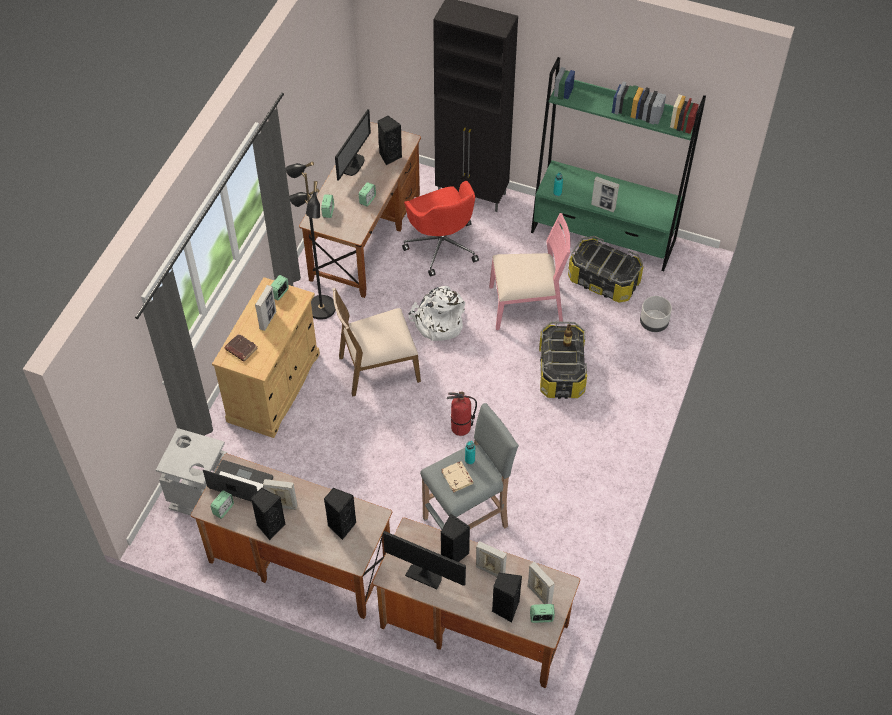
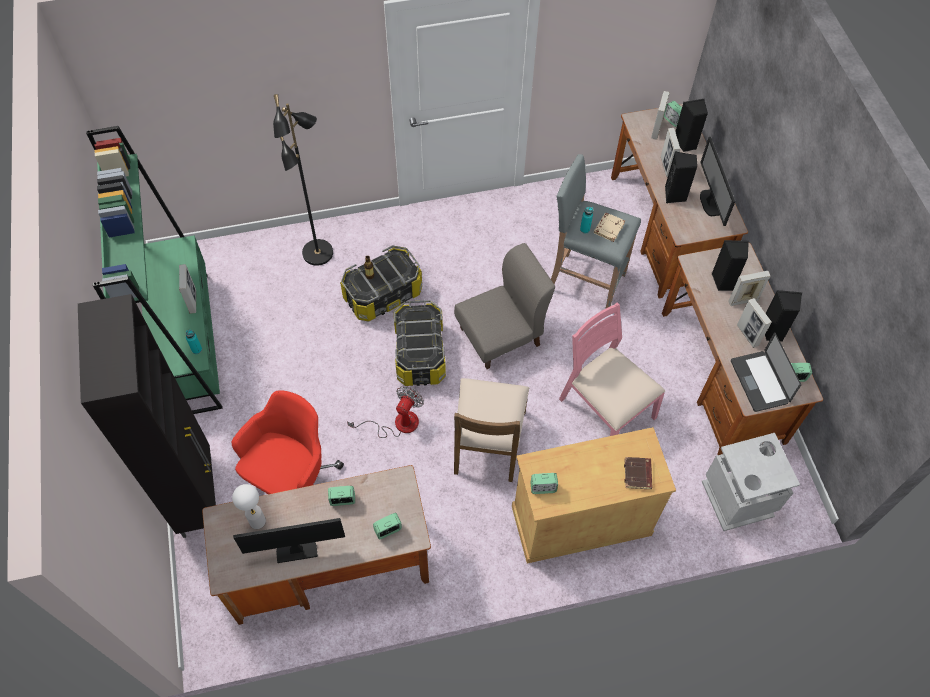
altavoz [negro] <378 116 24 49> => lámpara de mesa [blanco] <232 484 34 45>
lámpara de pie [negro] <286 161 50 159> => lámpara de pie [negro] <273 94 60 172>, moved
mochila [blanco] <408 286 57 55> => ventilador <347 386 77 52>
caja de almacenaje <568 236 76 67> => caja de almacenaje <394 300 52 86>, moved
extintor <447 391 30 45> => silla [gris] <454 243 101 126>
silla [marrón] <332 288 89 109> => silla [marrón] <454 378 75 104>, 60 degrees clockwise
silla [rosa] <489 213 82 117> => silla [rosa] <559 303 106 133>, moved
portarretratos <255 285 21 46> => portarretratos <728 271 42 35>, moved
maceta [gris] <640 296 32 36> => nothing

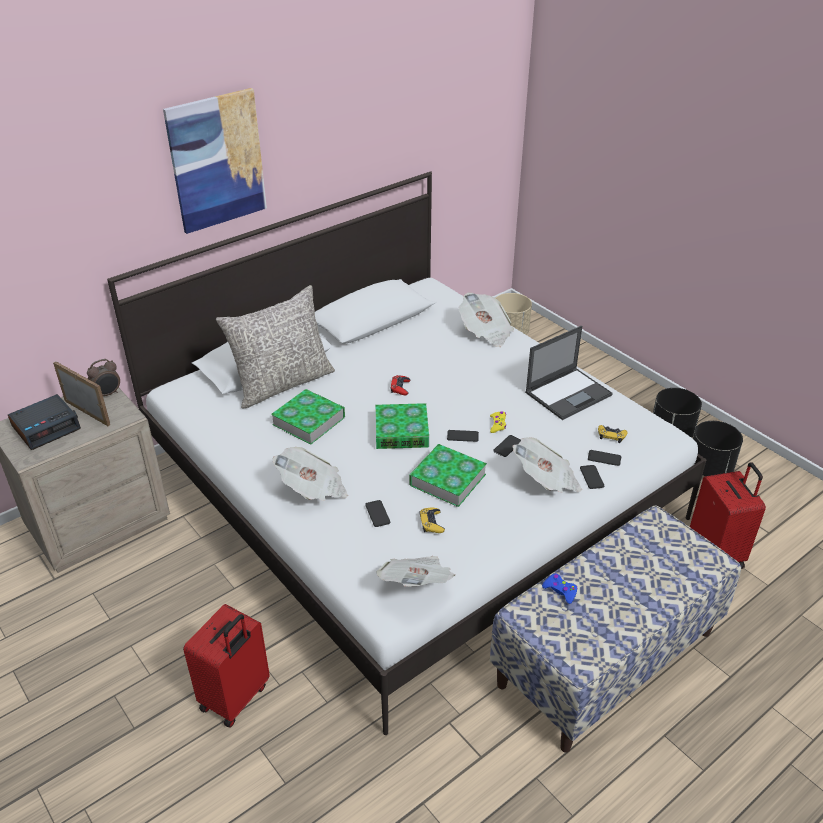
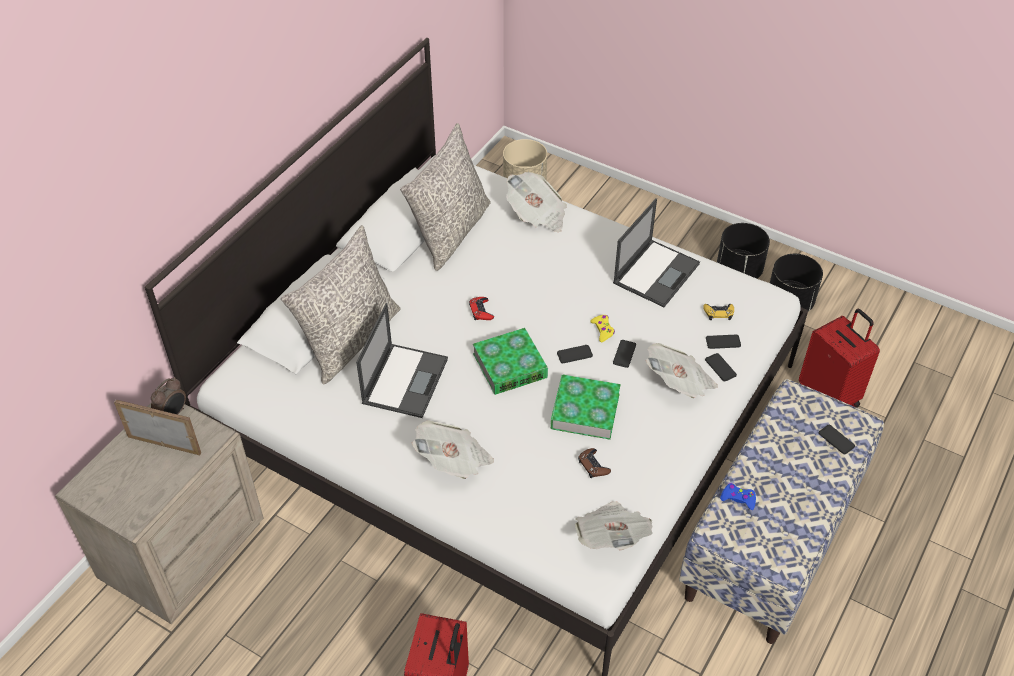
libro <271 389 74 56> => portátil <356 303 92 115>
nothing => cojín [gris] <400 123 91 148>
mando de consola [amarillo] <420 507 25 26> => mando de consola [marrón] <578 448 33 30>
móvil <365 500 25 27> => móvil <819 425 36 29>, moved
despertador <8 394 73 56> => nothing
cuadro <163 88 104 146> => nothing

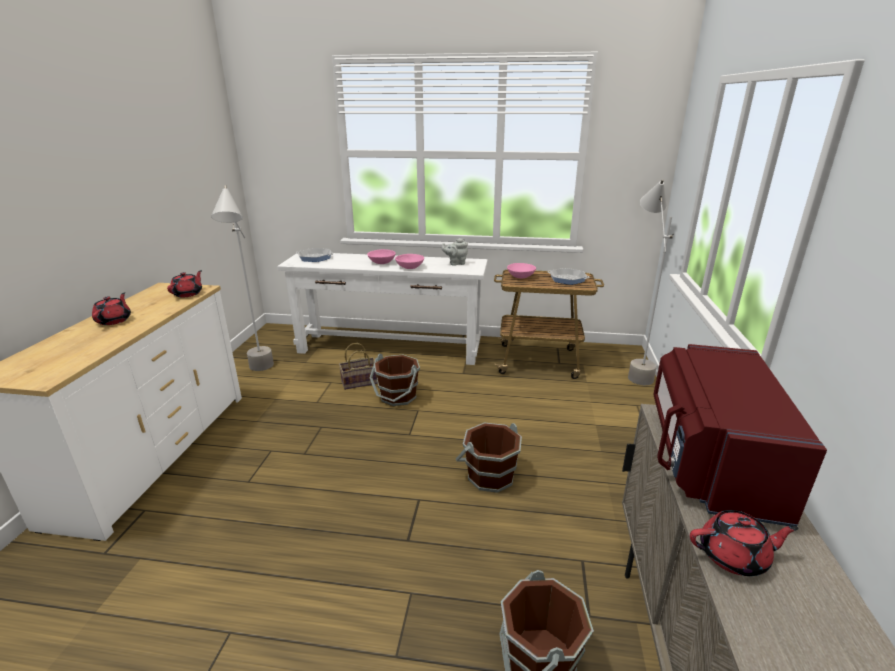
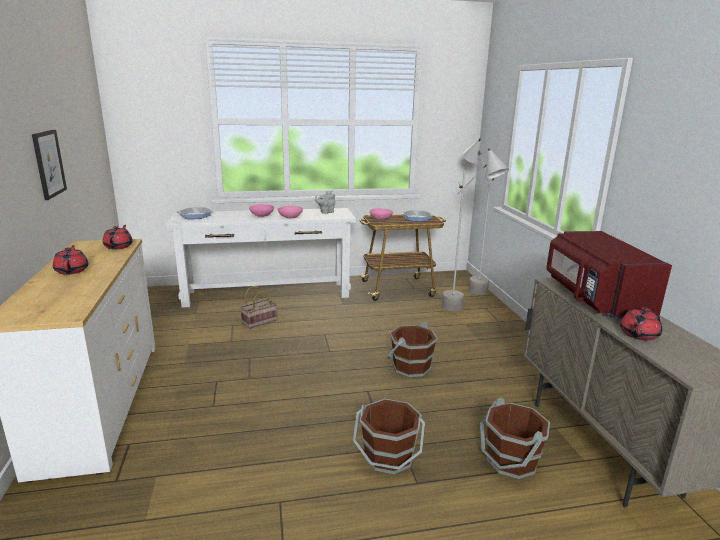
nothing => cuadro <32 130 35 70>
cubo [marrón] <370 354 50 52> => cubo [marrón] <353 399 72 75>, moved
lámpara de pie [gris] <211 185 63 186> => lámpara de pie [gris] <442 148 67 163>, moved
tetera [rojo] <690 510 109 66> => tetera [rojo] <620 307 42 34>, 150 degrees clockwise

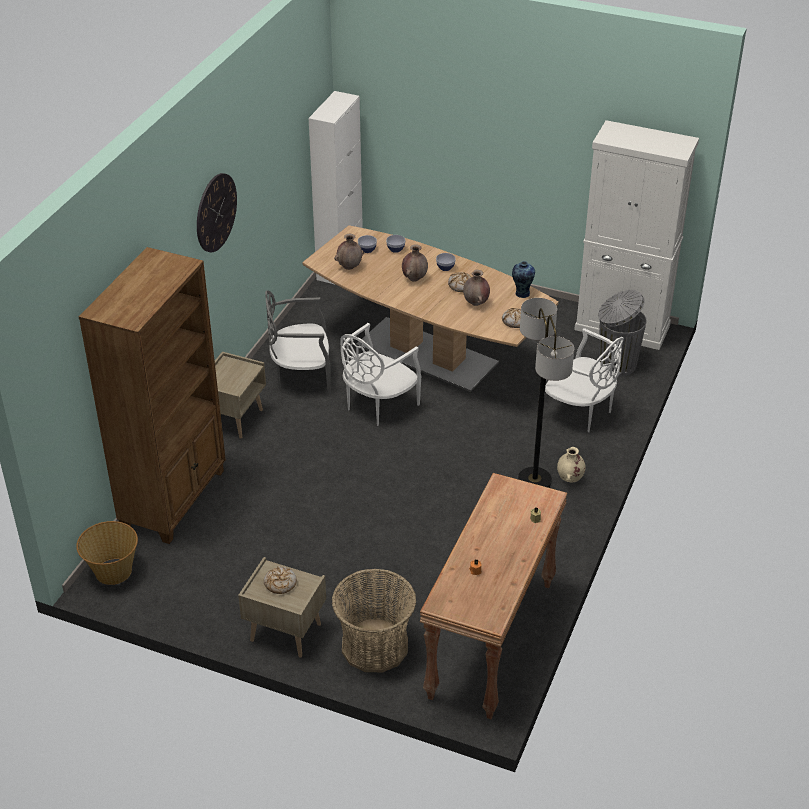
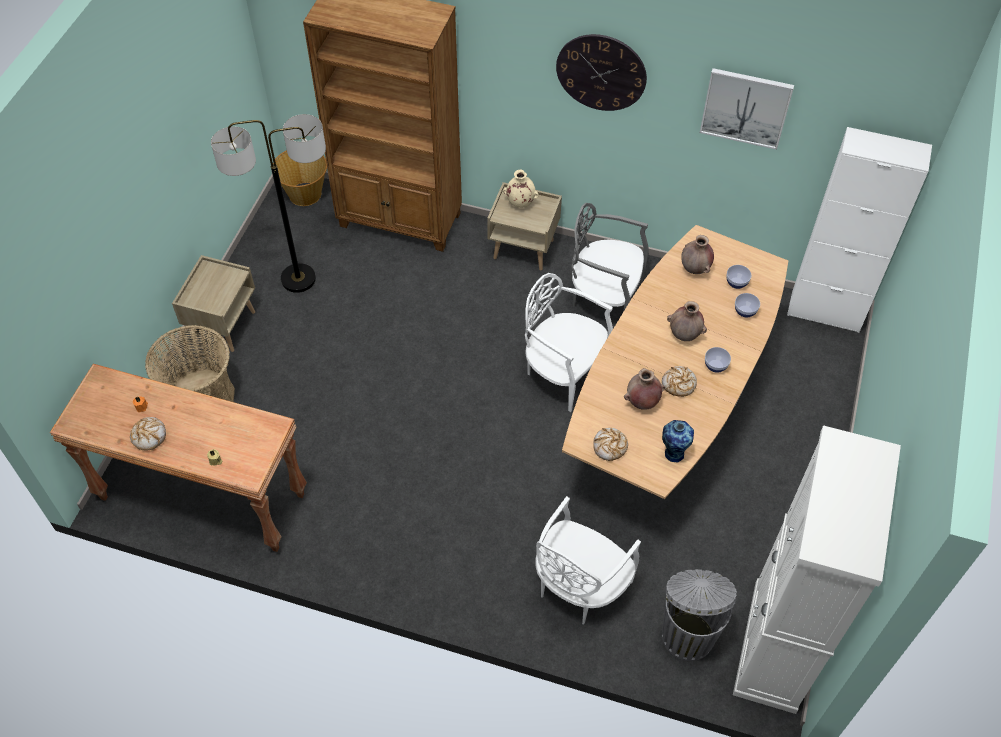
pan <264 566 33 28> => pan <130 417 36 33>, moved
lámpara de pie <518 298 56 190> => lámpara de pie <211 114 115 179>, moved
florero [beis] <557 447 29 35> => florero [beis] <503 169 35 39>, moved
silla [gris] <265 290 66 104> => silla [gris] <571 203 78 109>, 60 degrees counterclockwise
nothing => cuadro <700 68 94 82>

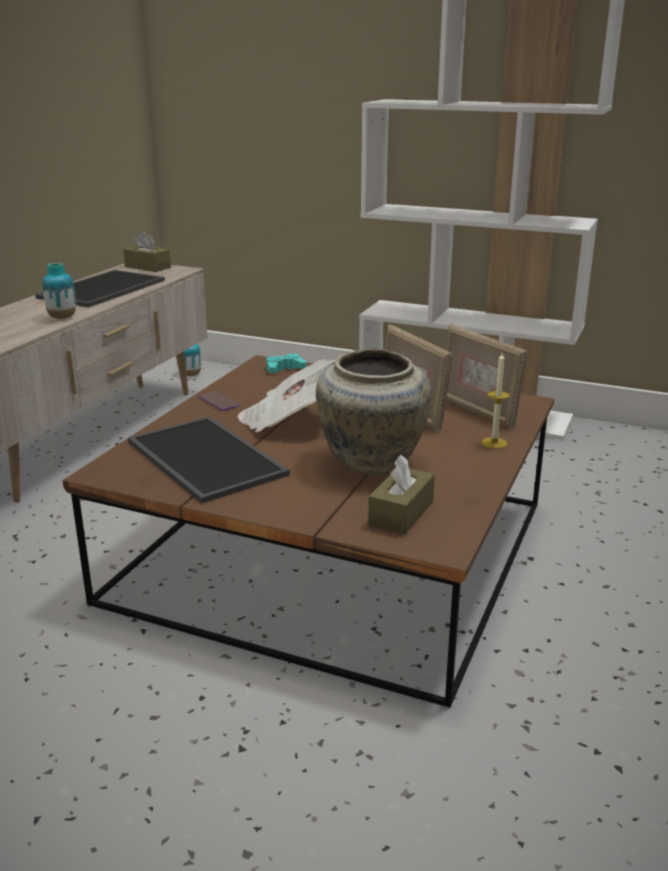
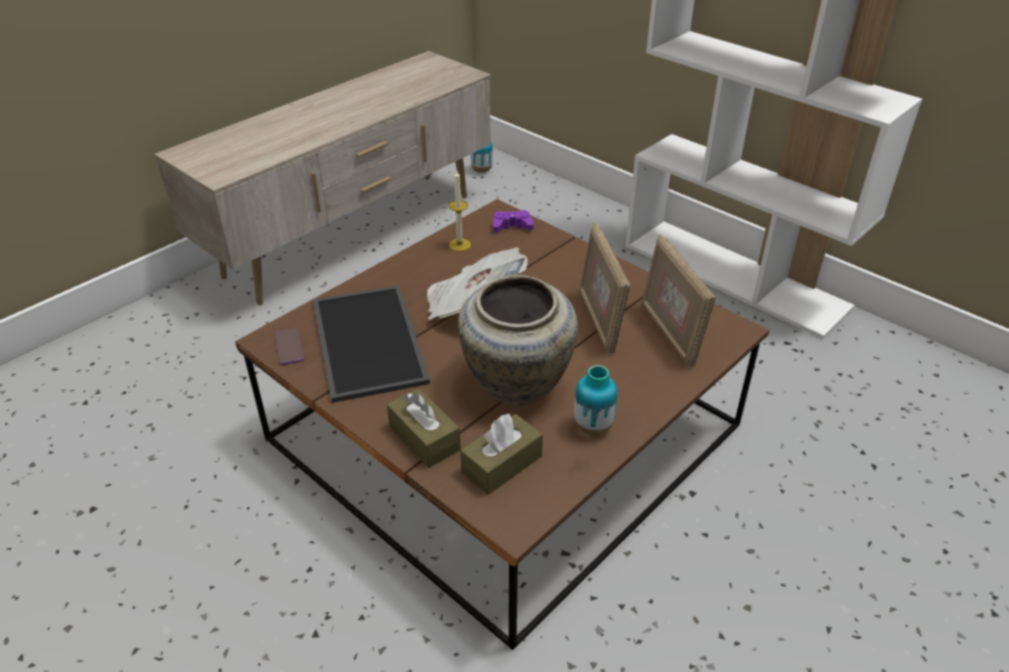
móvil <199 391 41 20> => móvil <274 328 31 37>, moved
caja de pañuelos [marrón] <123 231 48 41> => caja de pañuelos [marrón] <387 388 74 80>, moved
vela <482 353 28 96> => vela <448 171 23 80>, moved
mando de consola [turquesa] <266 353 40 20> => mando de consola [morado] <493 210 41 22>
florero <42 263 34 56> => florero <574 365 43 70>, moved
bandeja <35 270 130 38> => nothing

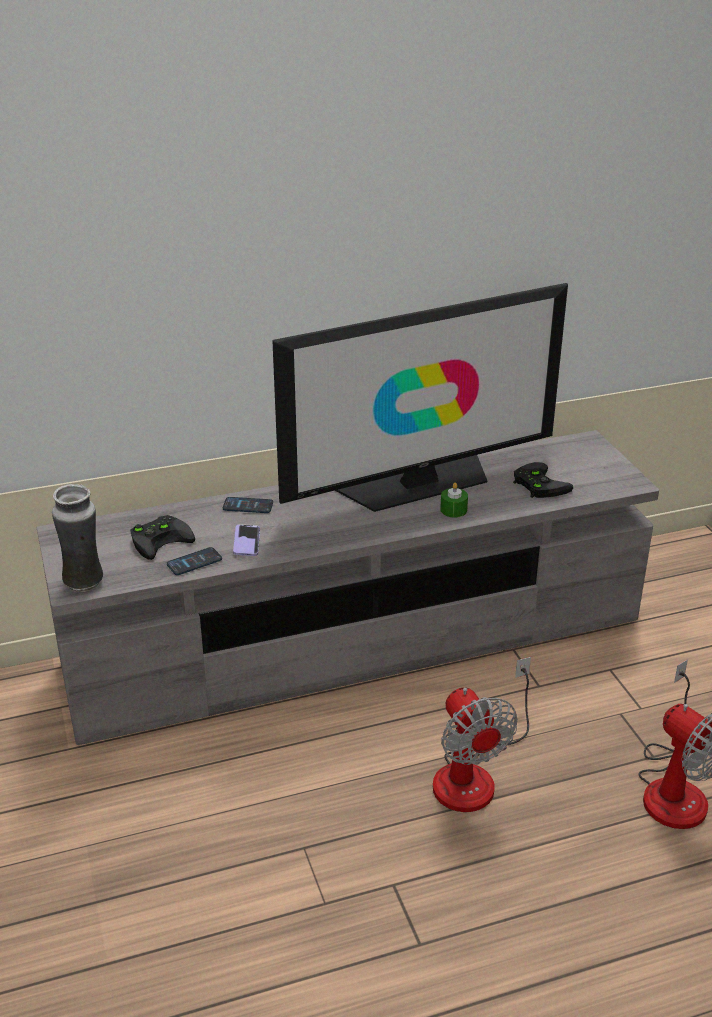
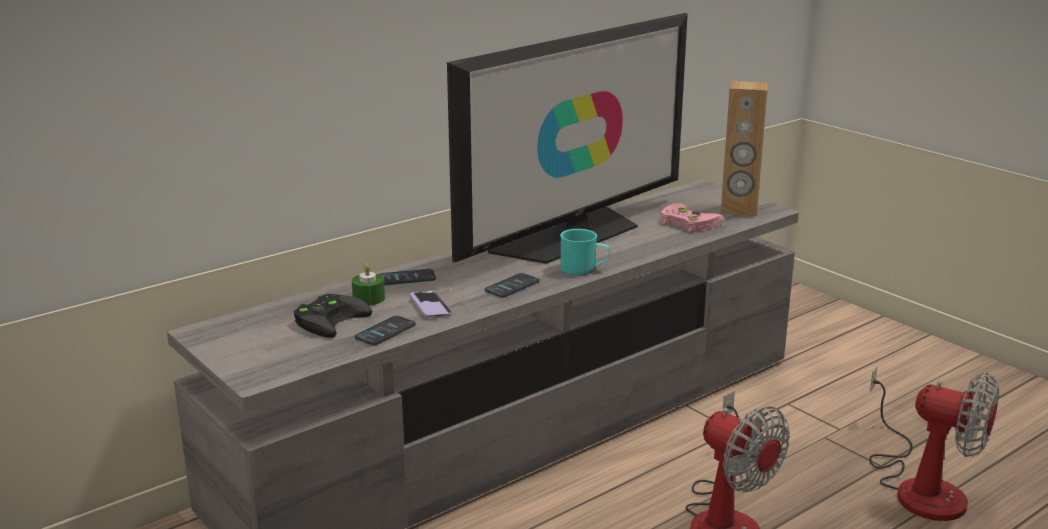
vela [verde] <440 482 28 35> => vela [verde] <352 263 33 43>, moved
nothing => móvil <485 273 54 25>
nothing => taza grande [turquesa] <560 229 50 46>
mando de consola [negro] <513 462 60 36> => mando de consola [rosa] <661 203 63 29>
nothing => altavoz [marrón] <720 81 47 135>
florero <52 484 51 108> => nothing

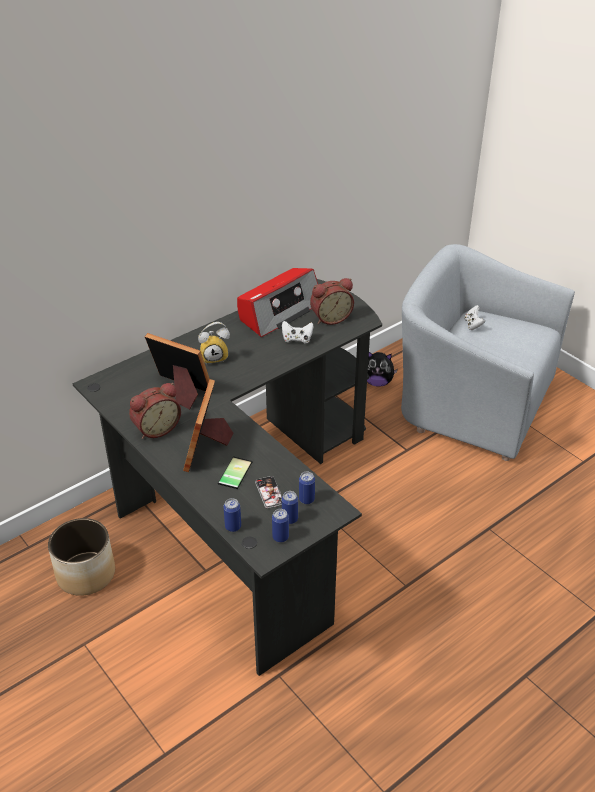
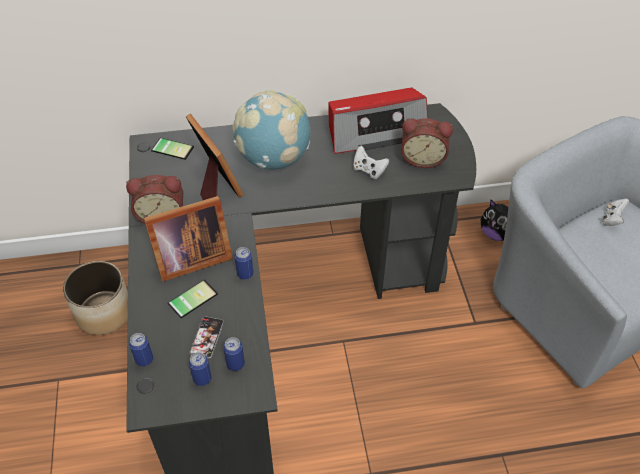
portarretratos <183 379 50 93> => portarretratos <144 196 89 86>, 150 degrees counterclockwise
nothing => móvil <151 138 43 22>
despertador <198 322 32 43> => globo terráqueo <232 90 78 80>
lata <272 509 17 33> => lata <235 247 19 33>, moved

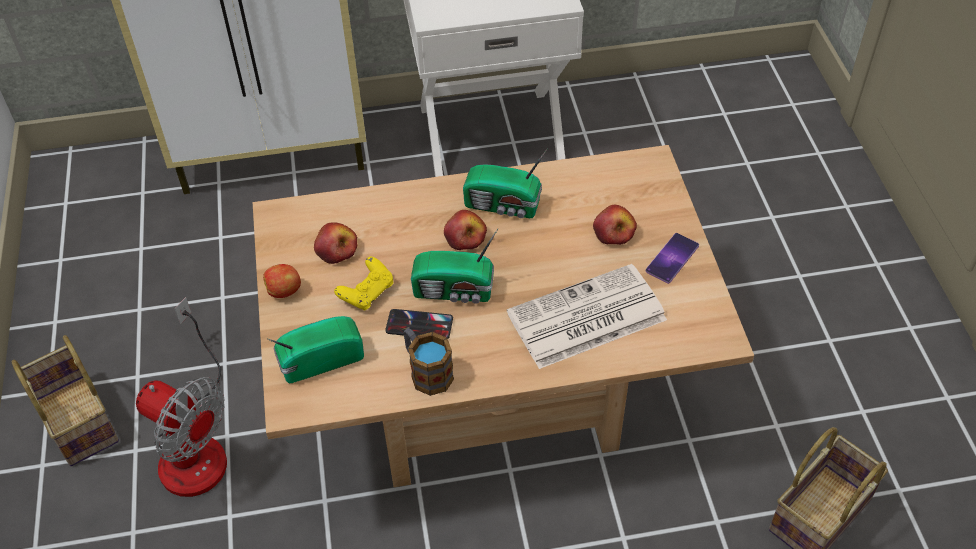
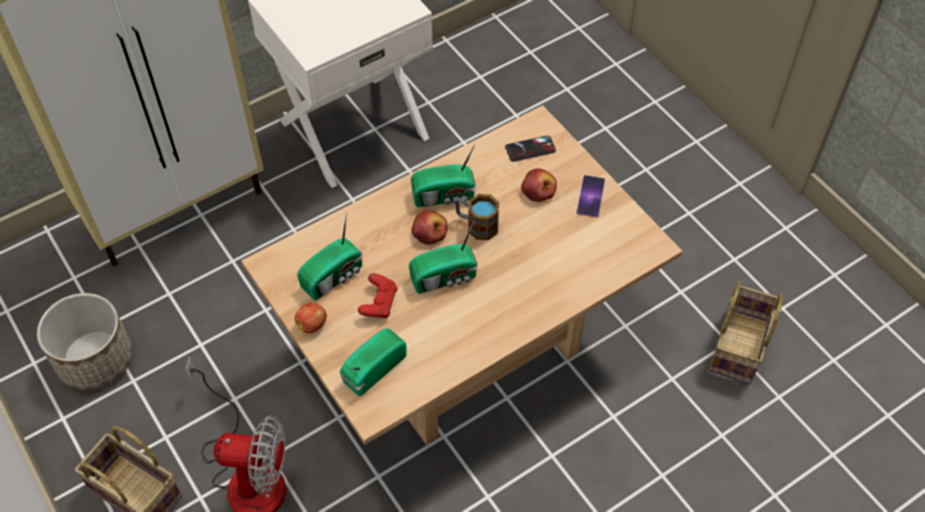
nothing => maceta <37 293 95 97>
manzana <314 222 43 42> => radio <297 212 66 88>
mando de consola [amarillo] <334 257 59 54> => mando de consola [rojo] <358 273 39 45>
taza grande <403 328 51 68> => taza grande <455 194 44 46>, moved
móvil <385 309 68 30> => móvil <505 135 51 27>, moved
periódico <507 264 160 105> => nothing

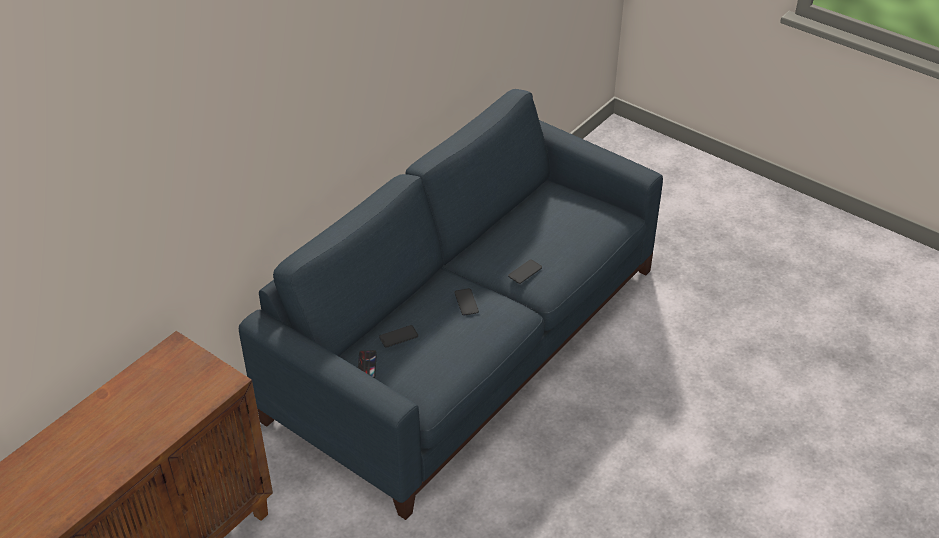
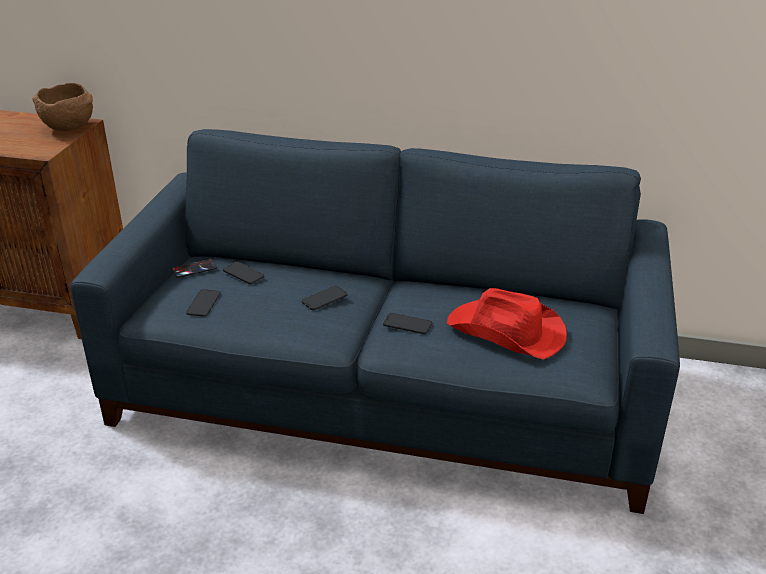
nothing => cuenco [marrón] <32 83 61 48>
nothing => móvil <186 289 35 28>
nothing => sombrero [rojo] <447 288 120 72>

